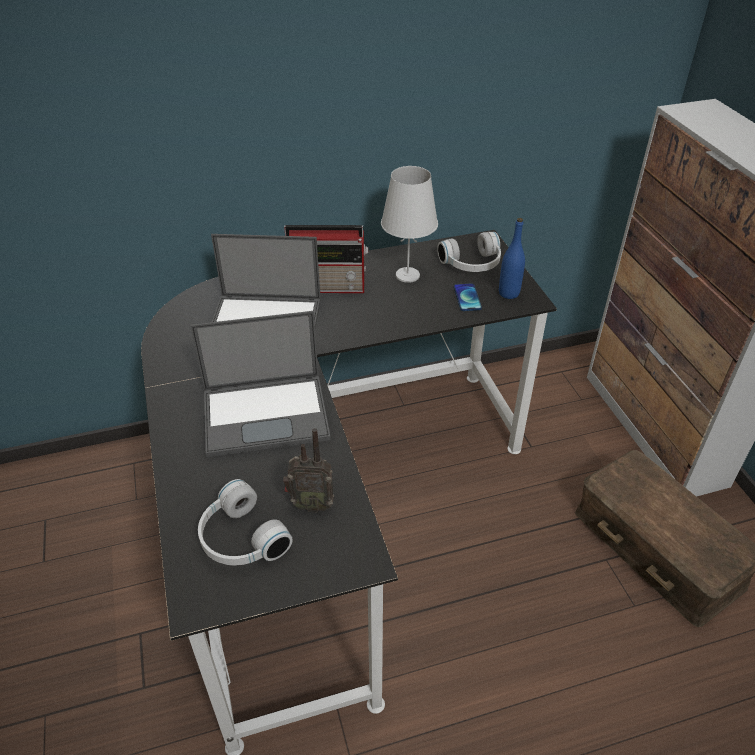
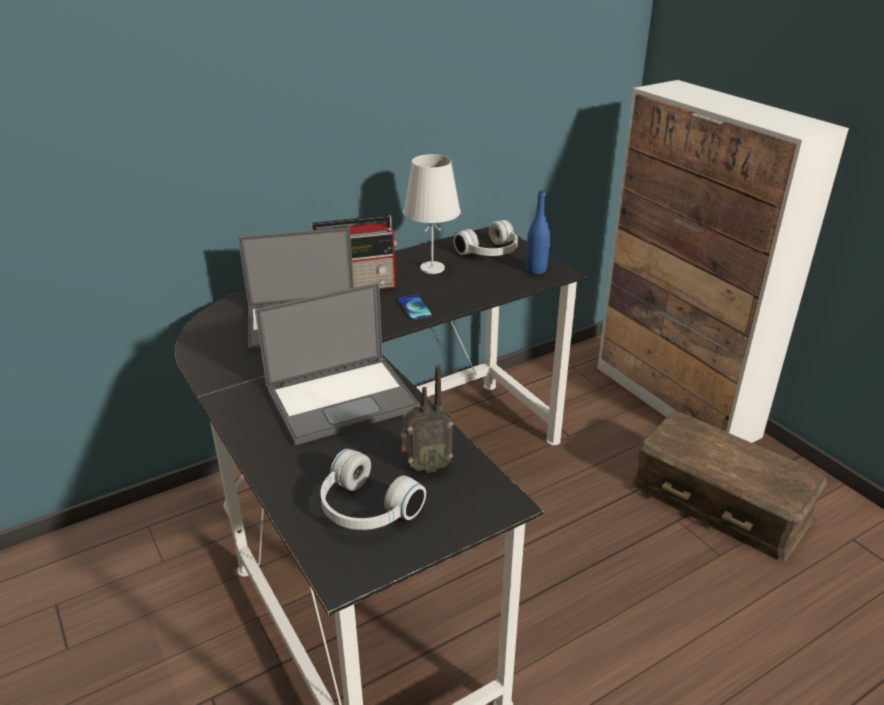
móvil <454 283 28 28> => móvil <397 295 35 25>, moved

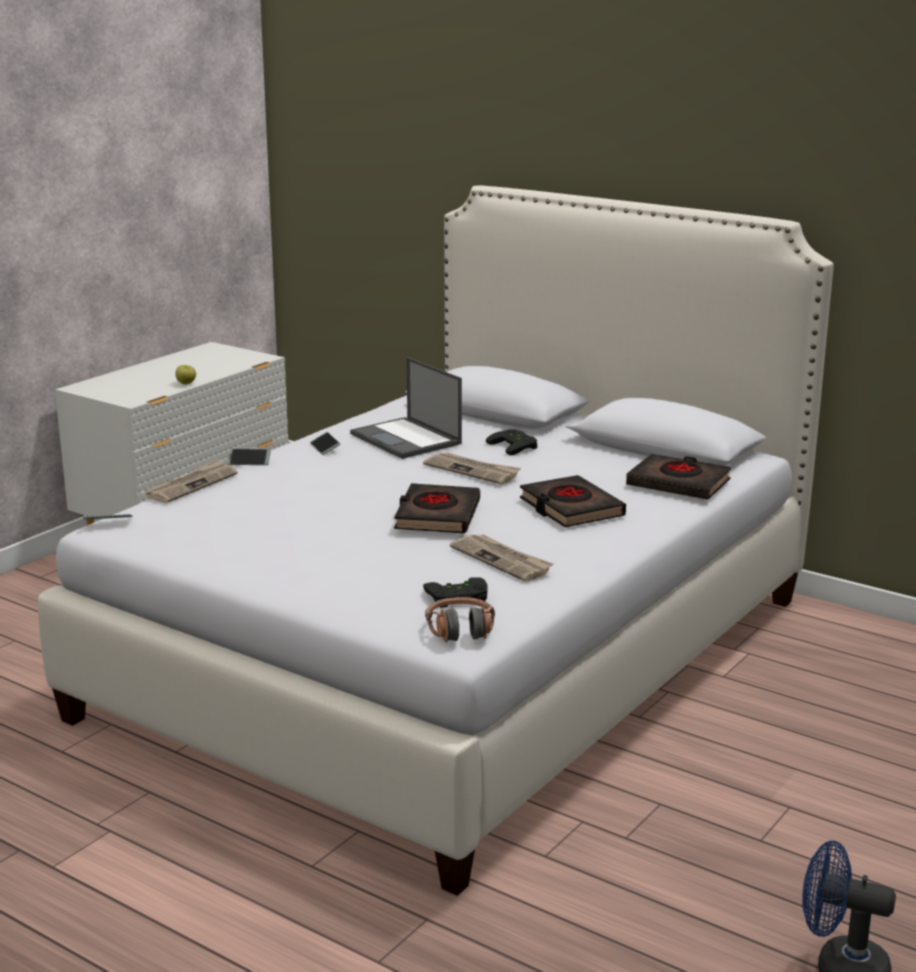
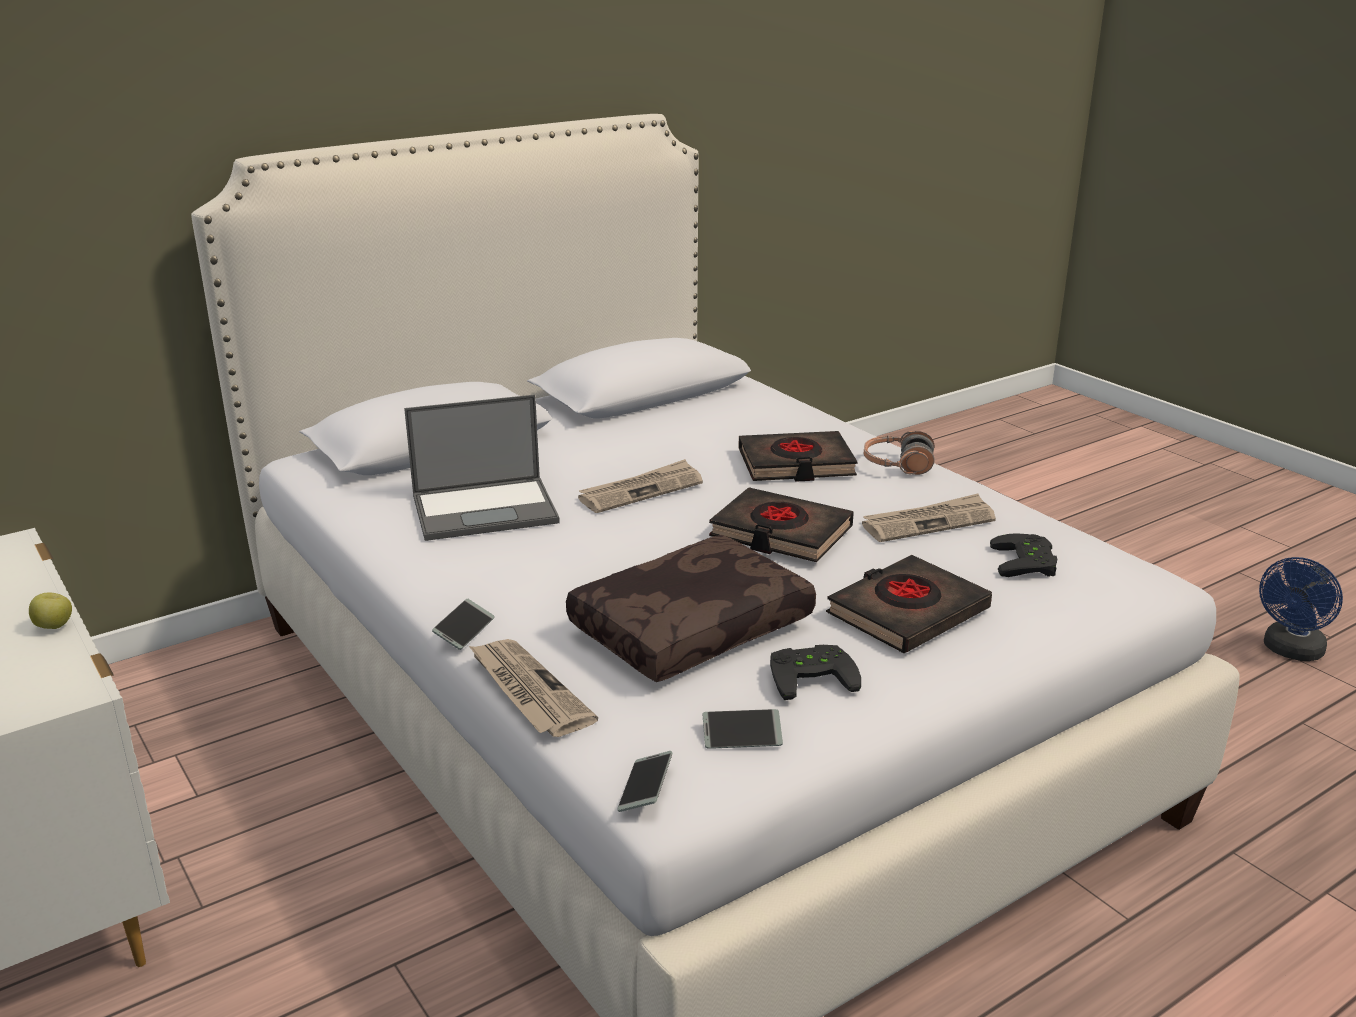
nothing => cojín [marrón] <566 535 250 147>
móvil <310 432 30 23> => móvil <702 709 81 40>, moved
mando de consola [negro] <486 429 51 26> => mando de consola [negro] <770 645 91 55>, moved
libro [negro] <626 454 105 46> => libro [negro] <826 555 166 98>, moved
auriculares <425 597 70 45> => auriculares <864 431 70 44>, moved

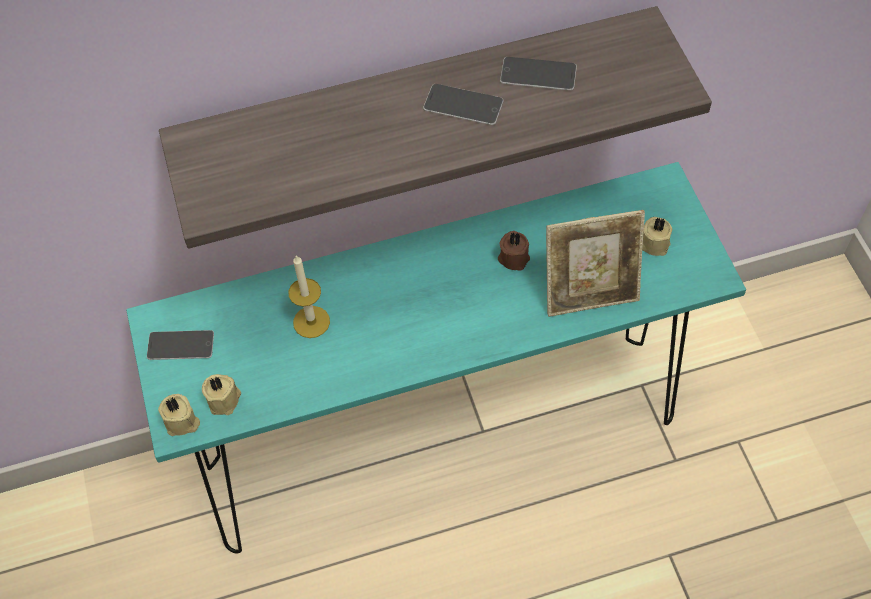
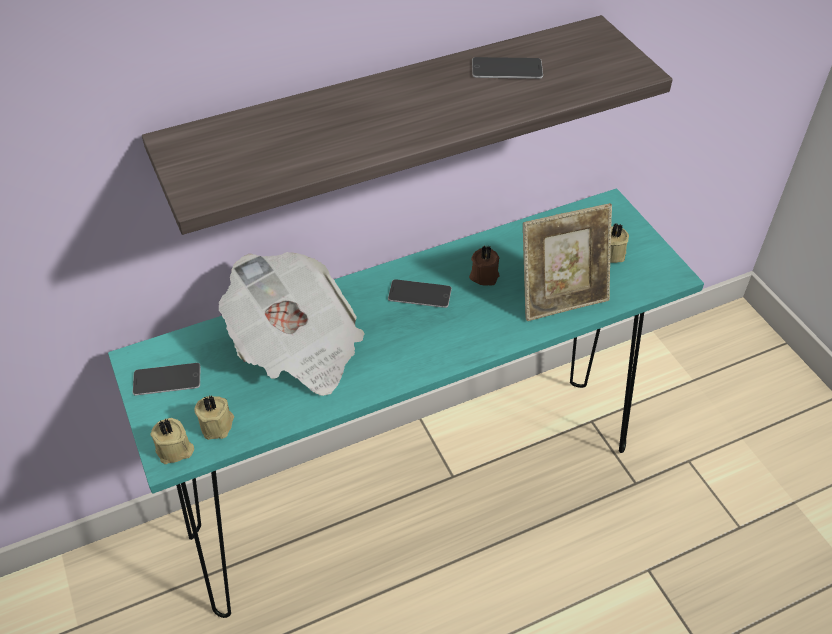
vela <288 255 42 83> => periódico <219 252 146 144>
móvil <423 84 80 41> => móvil <388 279 64 29>, moved

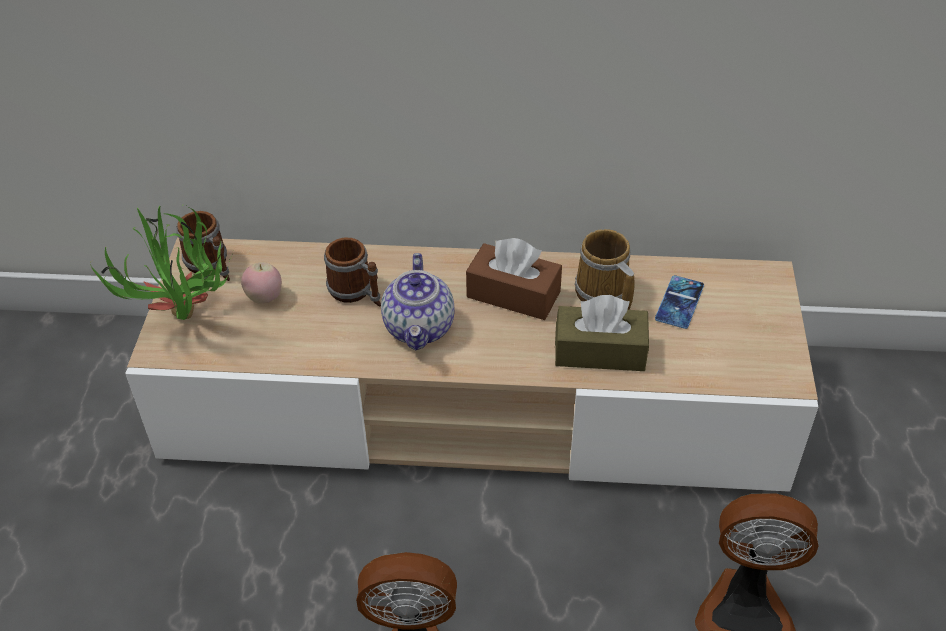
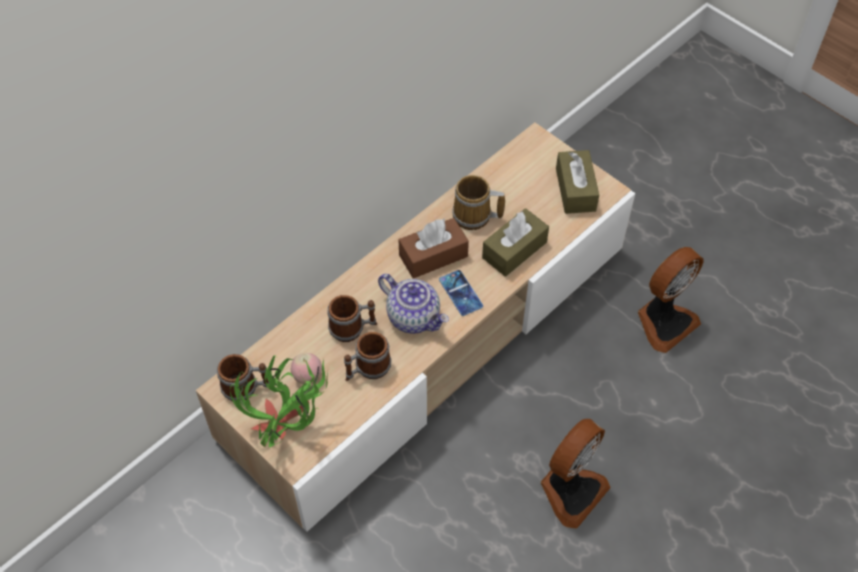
nothing => taza grande <344 332 47 49>
móvil <655 275 49 54> => móvil <439 270 44 46>, moved
nothing => caja de pañuelos [marrón] <556 150 43 64>

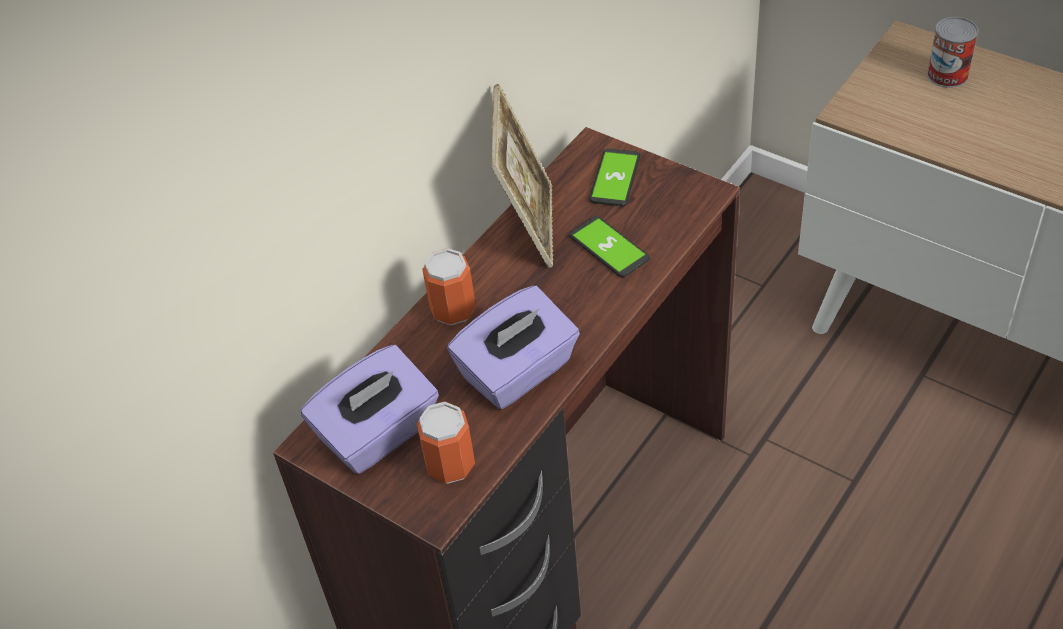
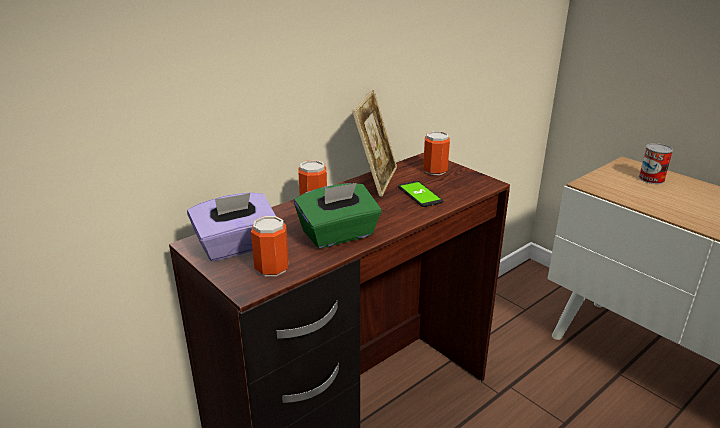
caja de pañuelos [morado] <447 285 133 124> => caja de pañuelos [verde] <294 183 88 66>
móvil <589 148 51 58> => lata <423 131 27 44>

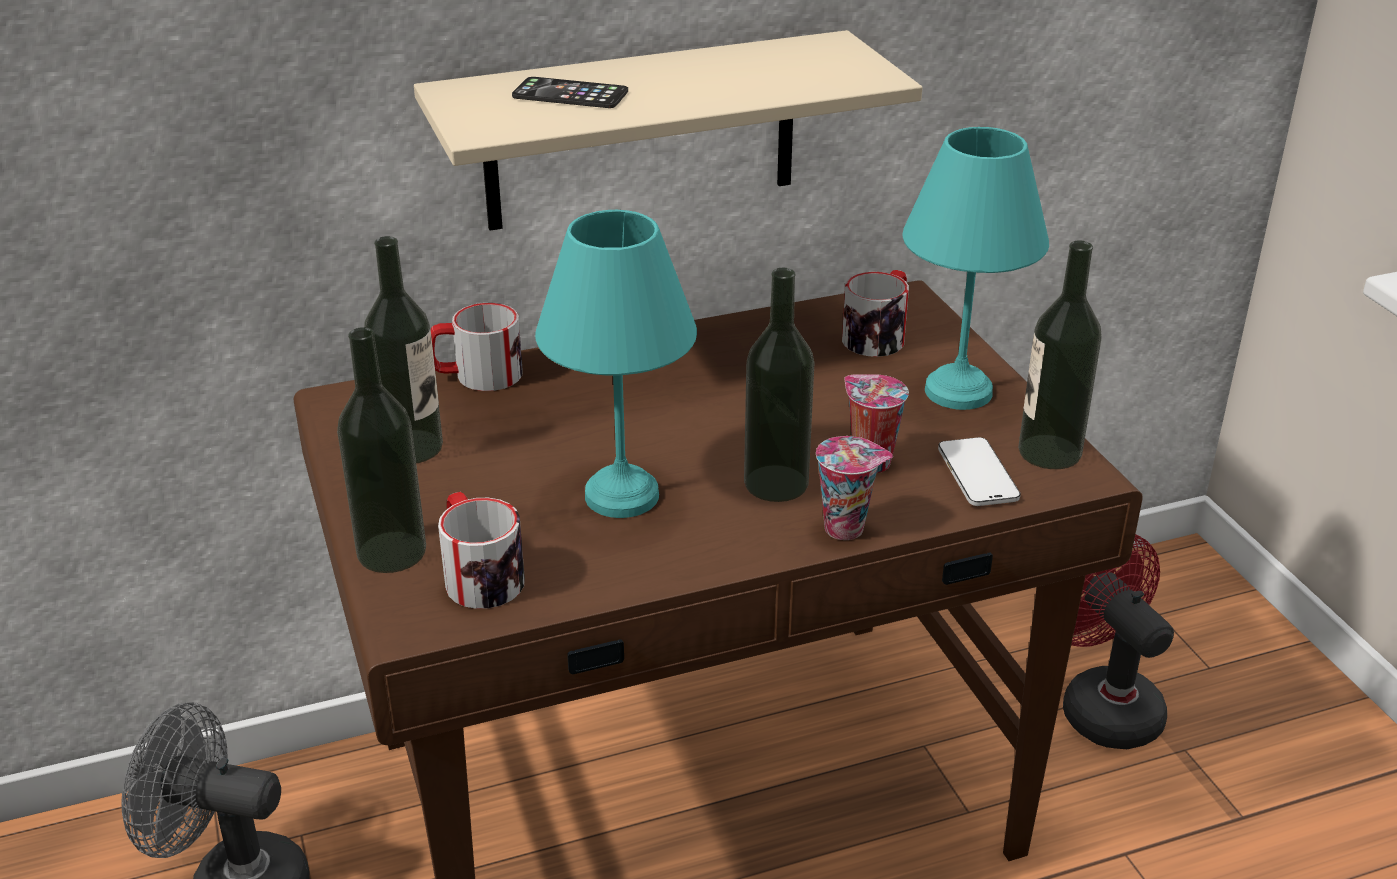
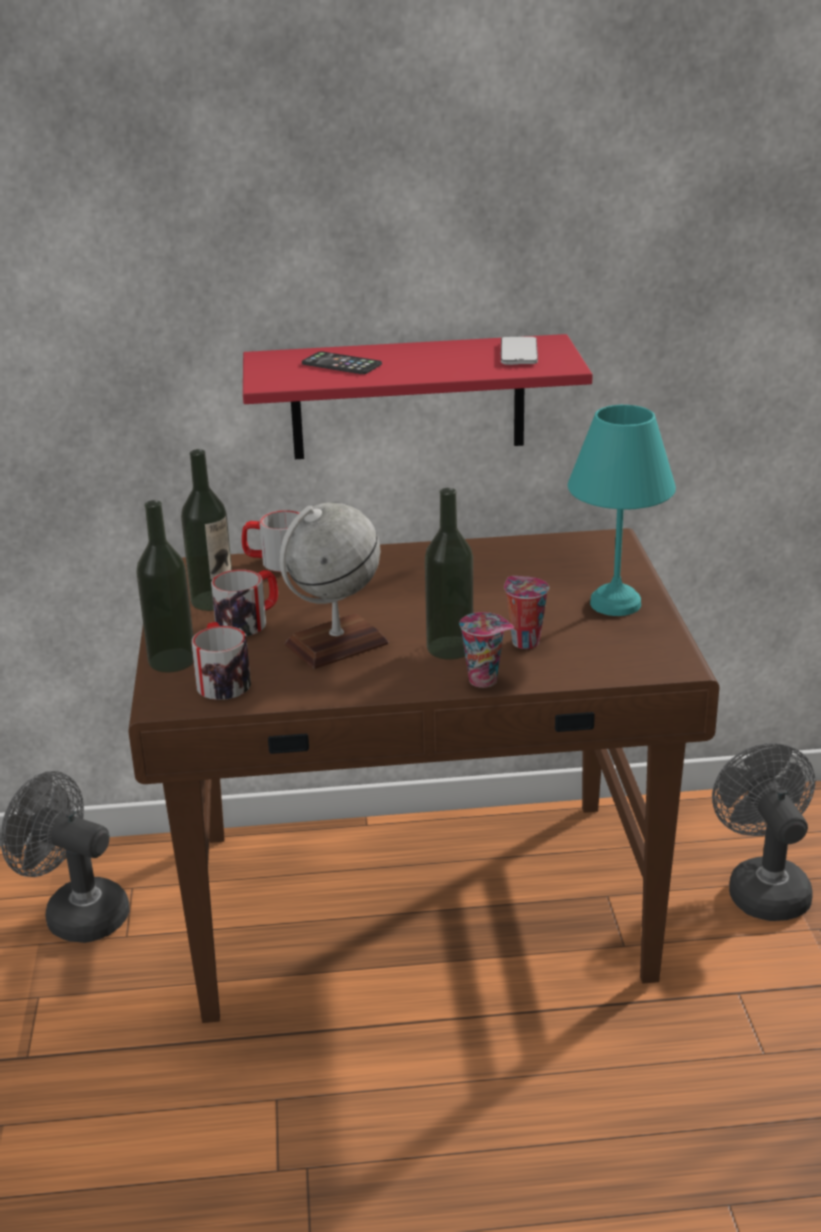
taza grande <842 270 67 87> => taza grande <211 570 67 66>, moved
estante [beis] <414 30 508 201> => estante [rojo] <243 334 350 125>
lámpara de mesa [turquesa] <535 210 162 308> => globo terráqueo <279 502 110 167>
móvil <938 437 83 69> => móvil <501 337 37 28>, moved
ventilador [rojo] <1063 534 111 215> => ventilador [gris] <712 743 103 178>
botella <1018 240 84 229> => nothing

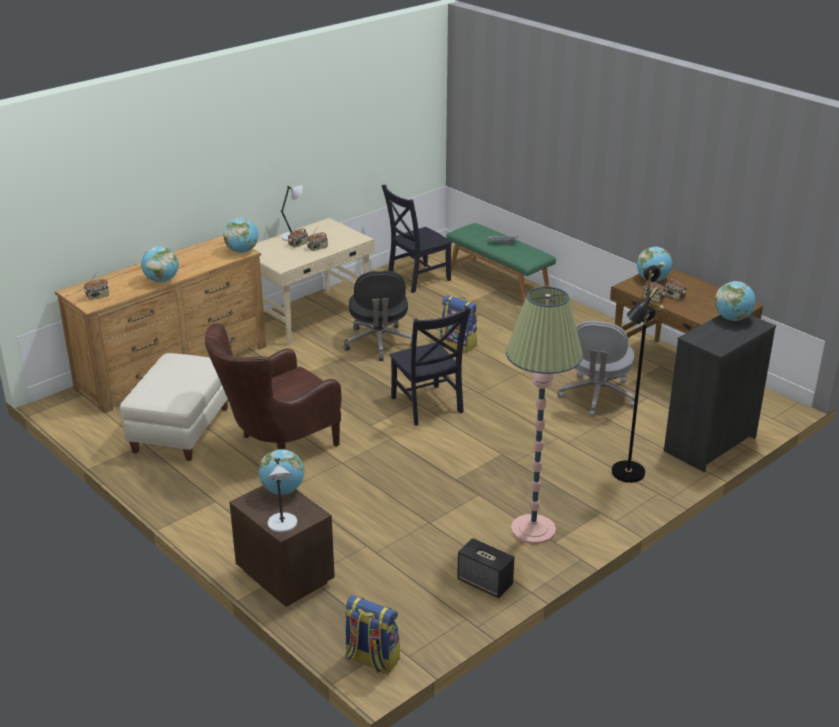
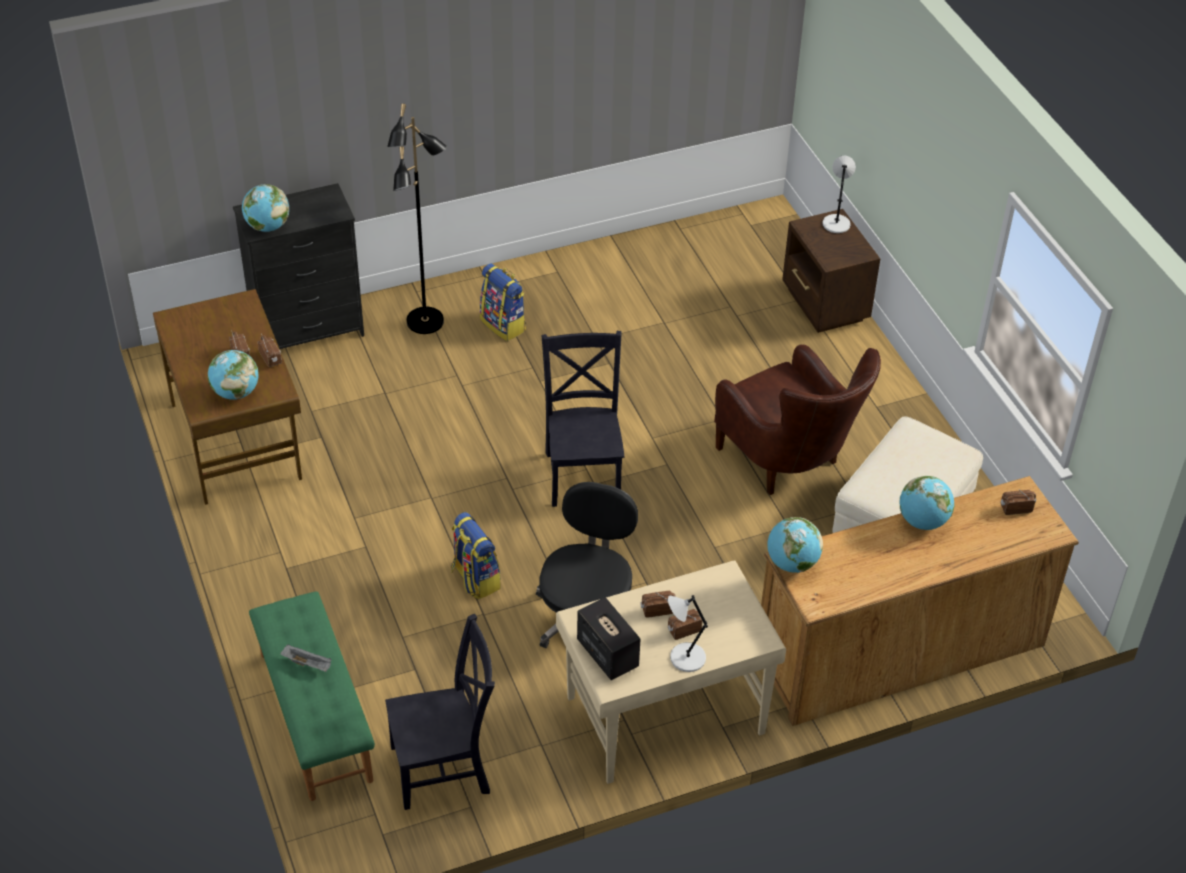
mochila <345 595 55 80> => mochila <480 263 46 78>, moved
altavoz <457 538 57 60> => altavoz <577 597 64 83>, moved
sillón [marrón] <205 323 137 126> => sillón [marrón] <714 344 167 151>, 75 degrees clockwise
globo terráqueo <259 449 46 46> => nothing
lámpara de pie <506 287 77 257> => nothing
silla de oficina [gris] <558 321 77 96> => nothing

